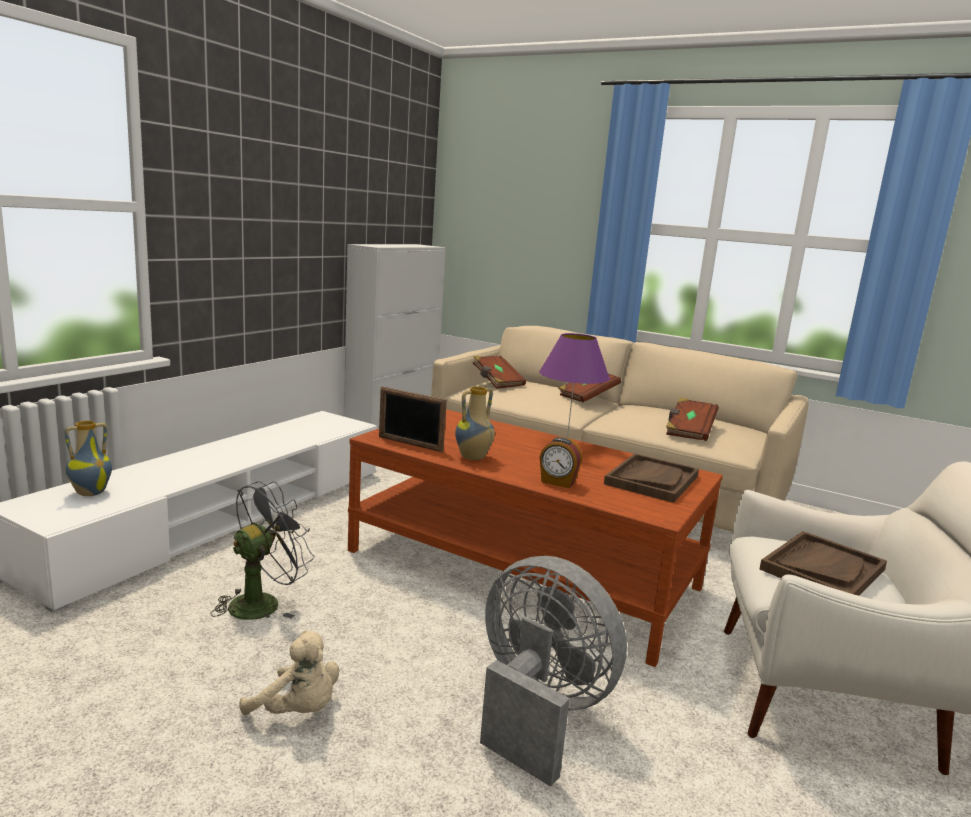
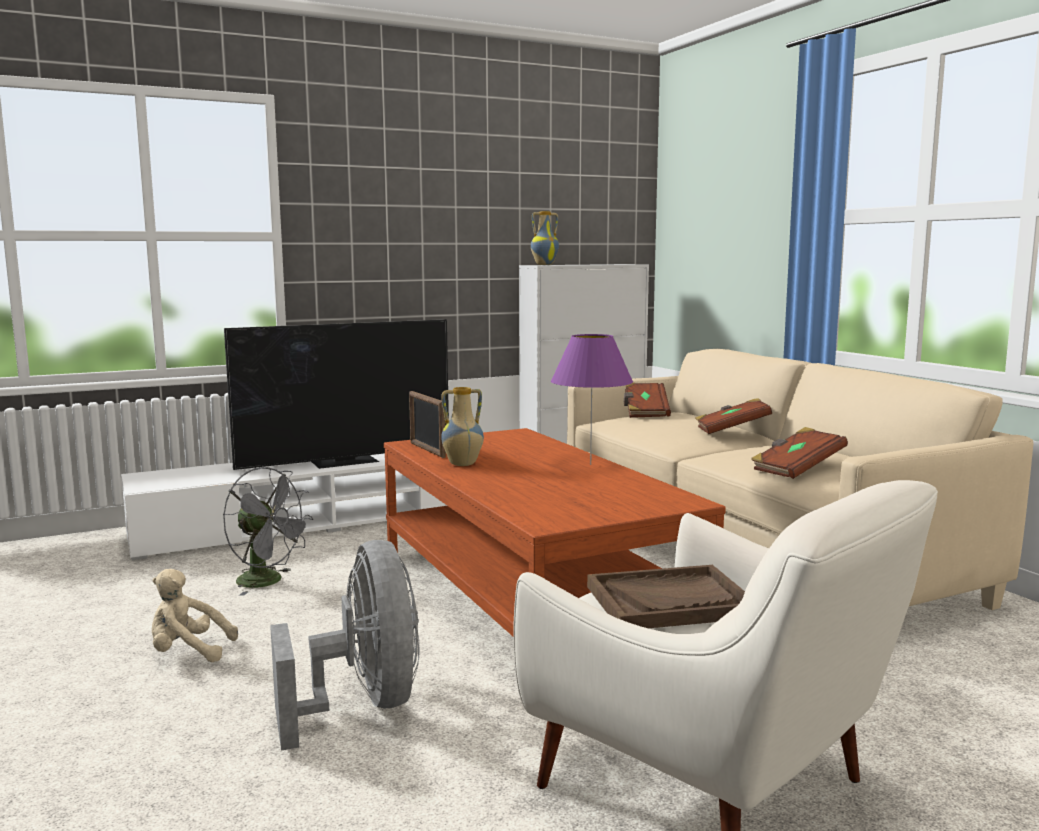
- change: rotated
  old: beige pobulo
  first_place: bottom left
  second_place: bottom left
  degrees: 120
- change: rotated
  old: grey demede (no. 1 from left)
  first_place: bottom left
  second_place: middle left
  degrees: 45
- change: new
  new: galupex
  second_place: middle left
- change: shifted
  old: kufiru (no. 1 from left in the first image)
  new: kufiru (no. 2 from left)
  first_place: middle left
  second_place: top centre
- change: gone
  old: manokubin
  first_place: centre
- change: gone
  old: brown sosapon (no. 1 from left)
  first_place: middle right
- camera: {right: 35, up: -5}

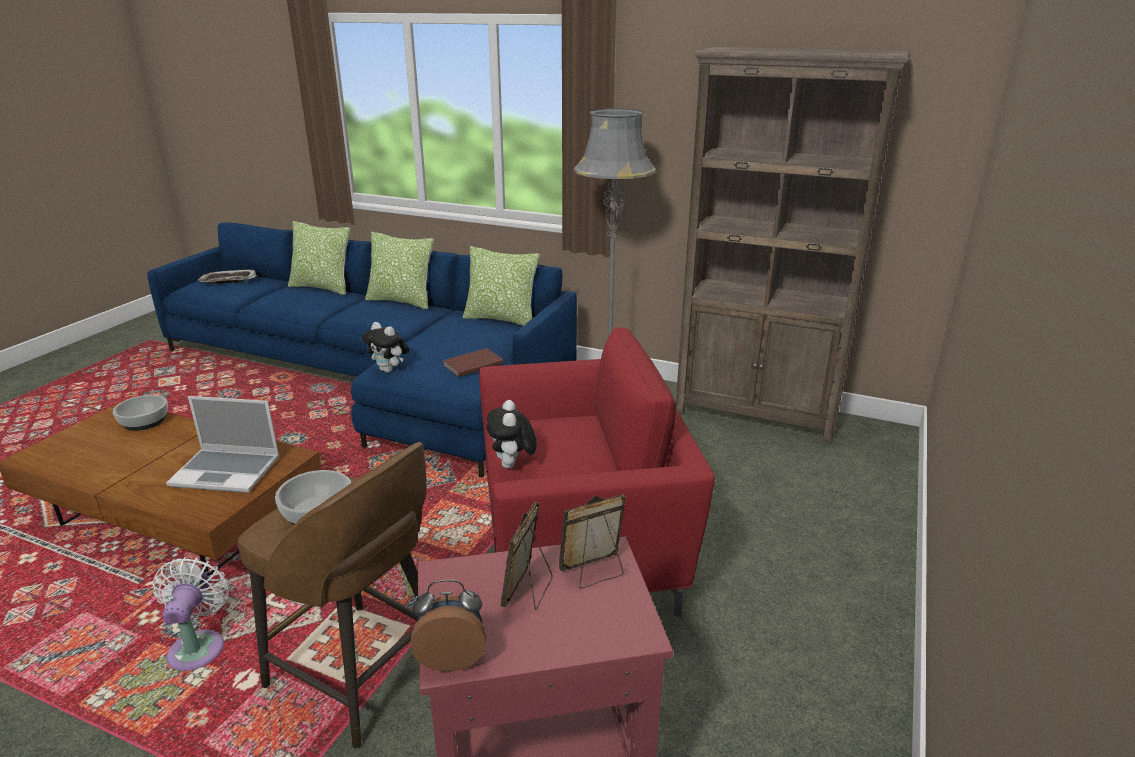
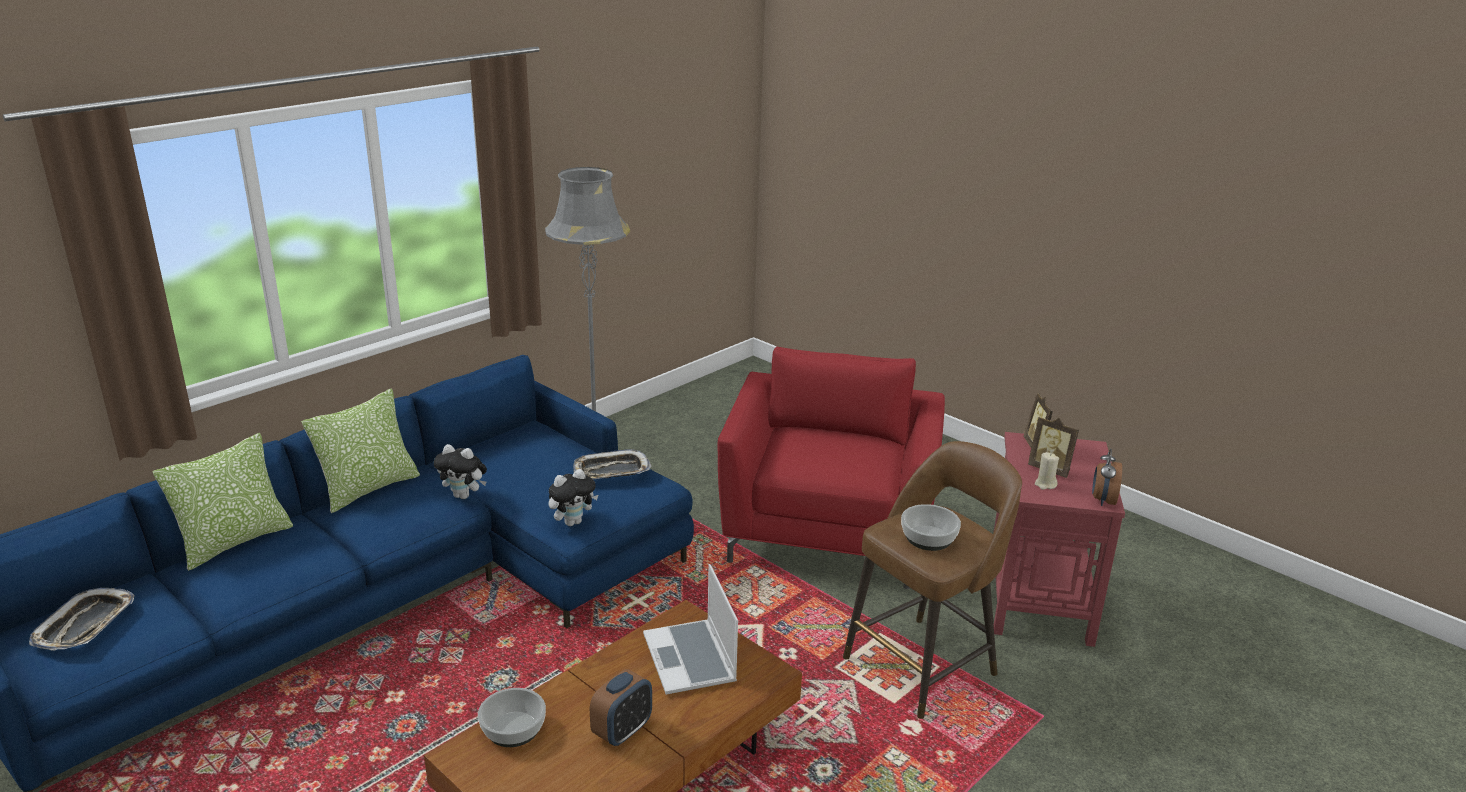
- change: shifted
  old: pobulo (no. 2 from left in the first image)
  new: pobulo (no. 1 from left)
  first_place: centre
  second_place: middle left
- change: swapped
  old: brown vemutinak
  new: sosapon (no. 2 from left)
  first_place: centre
  second_place: centre
- change: new
  new: manokubin (no. 1 from left)
  second_place: bottom centre
- change: rotated
  old: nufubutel
  first_place: middle left
  second_place: bottom centre
  degrees: 135
- change: new
  new: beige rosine
  second_place: middle right
- change: gone
  old: white demede
  first_place: bottom left
- change: gone
  old: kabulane (no. 3 from left)
  first_place: centre
- change: gone
  old: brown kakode
  first_place: top right
- camera: {right: -70, up: 0}

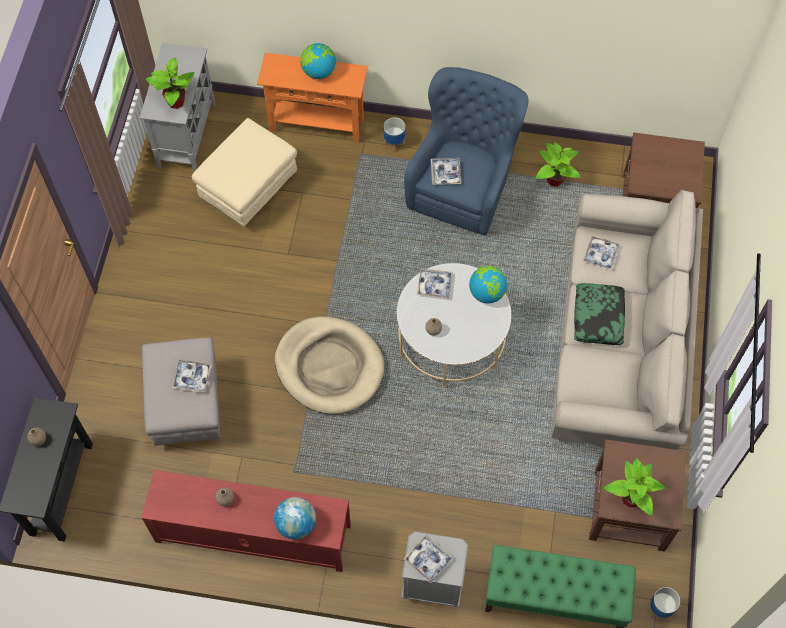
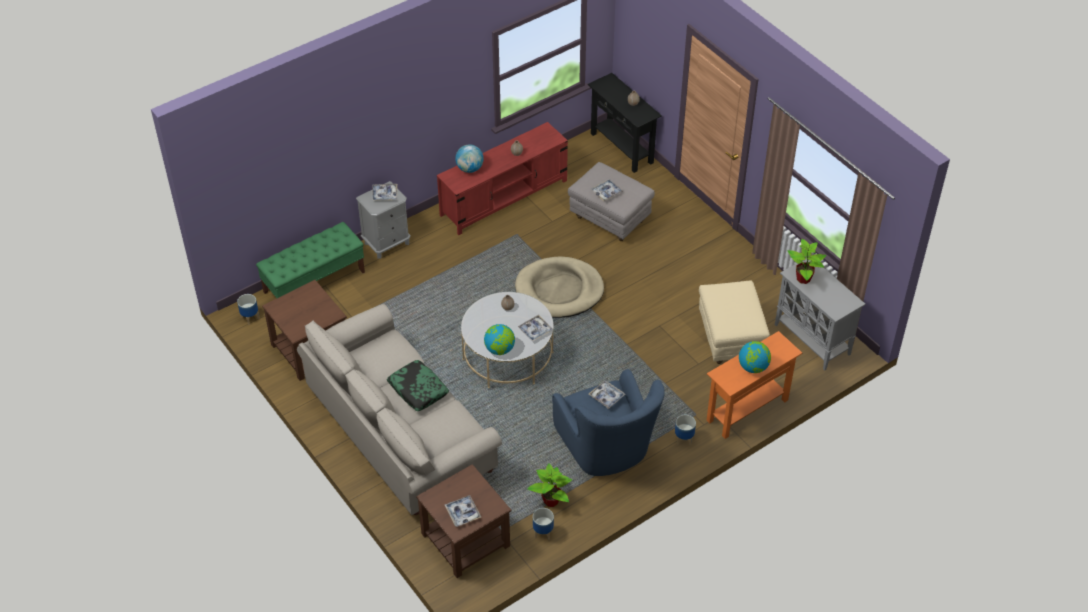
- change: shifted
  old: sosapon (no. 5 from left in the first image)
  new: sosapon (no. 2 from left)
  first_place: middle right
  second_place: bottom centre
- change: new
  new: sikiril (no. 2 from left)
  second_place: bottom centre
- change: gone
  old: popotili (no. 3 from left)
  first_place: bottom right
- camera: {right: 135, up: -15}

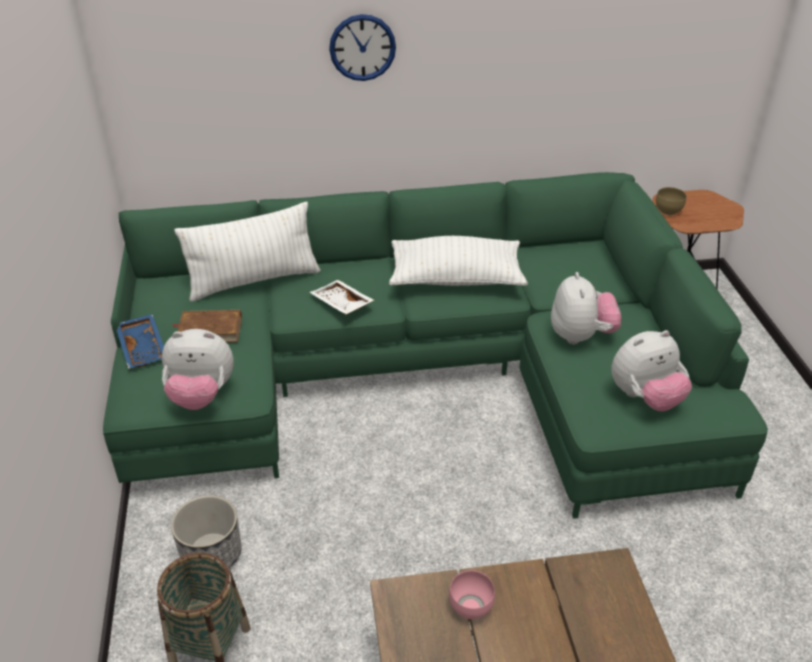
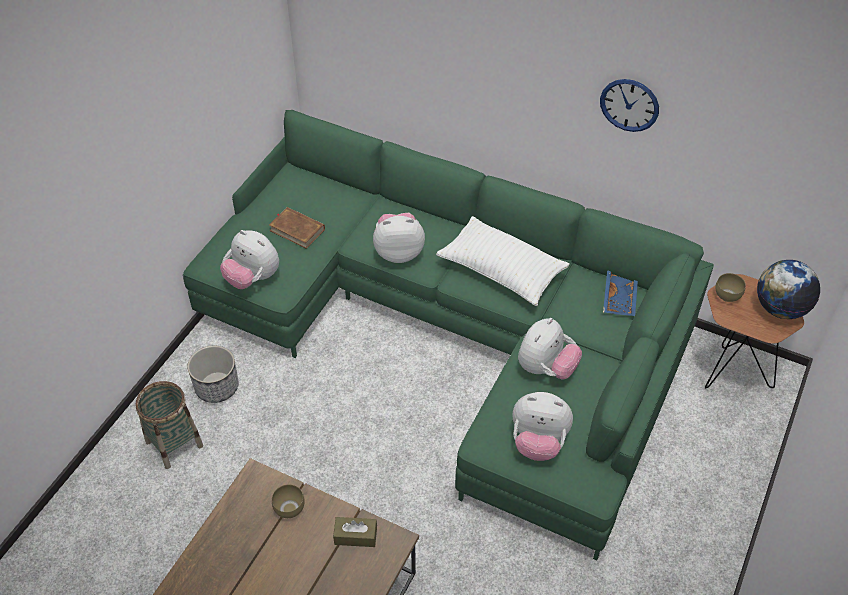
- change: repainted
  old: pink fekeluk
  new: brown fekeluk (no. 1 from left)
  first_place: bottom centre
  second_place: bottom centre
- change: new
  new: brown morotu
  second_place: bottom centre
- change: swapped
  old: white sosapon
  new: pobulo (no. 2 from left)
  first_place: centre
  second_place: centre
- change: shifted
  old: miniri
  first_place: top centre
  second_place: top right
- change: shifted
  old: blue sosapon
  first_place: middle left
  second_place: middle right
- change: new
  new: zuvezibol
  second_place: middle right
- change: gone
  old: white kabulane (no. 1 from left)
  first_place: middle left
- camera: {right: 35, up: 10}

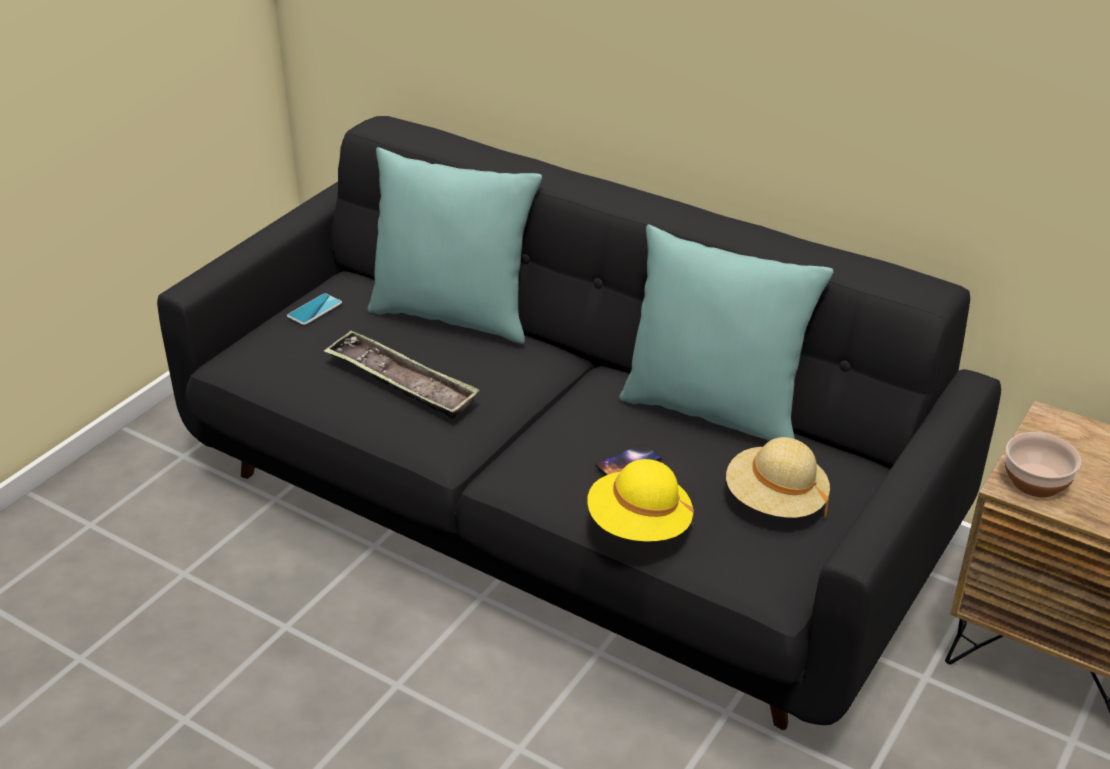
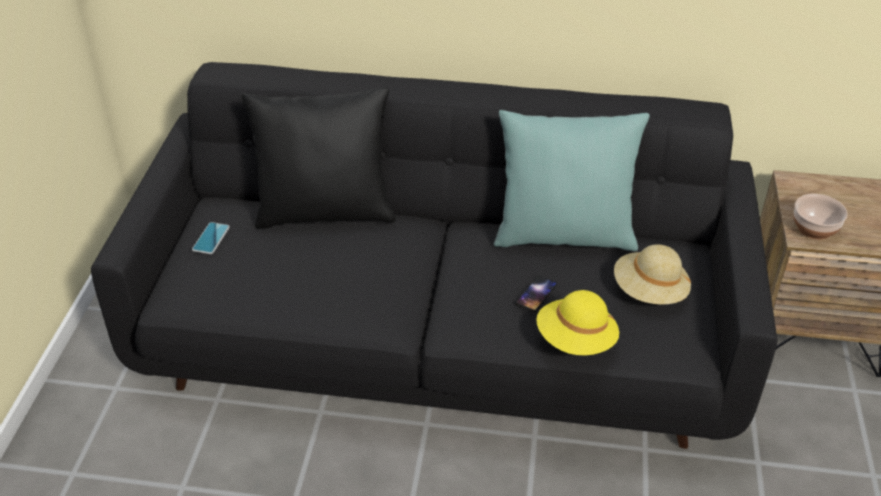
- change: repainted
  old: turquoise kabulane (no. 1 from left)
  new: black kabulane
  first_place: top centre
  second_place: top centre
- change: gone
  old: sosapon
  first_place: centre
- camera: {right: -25, up: 5}

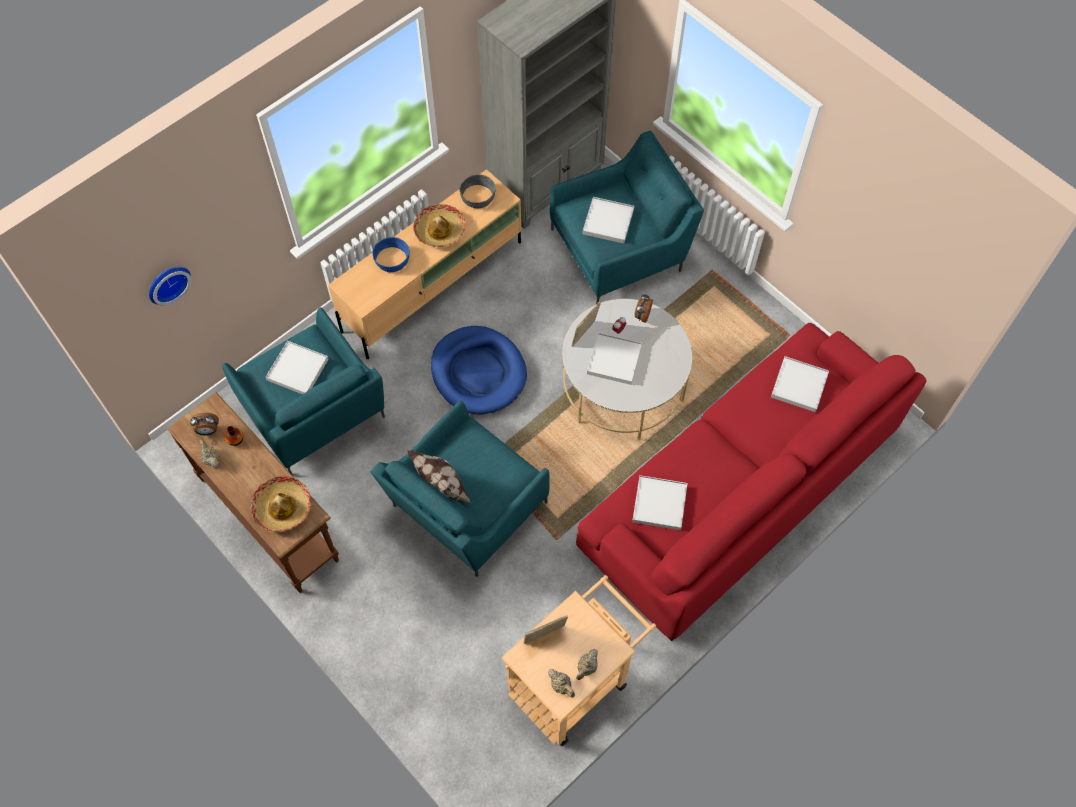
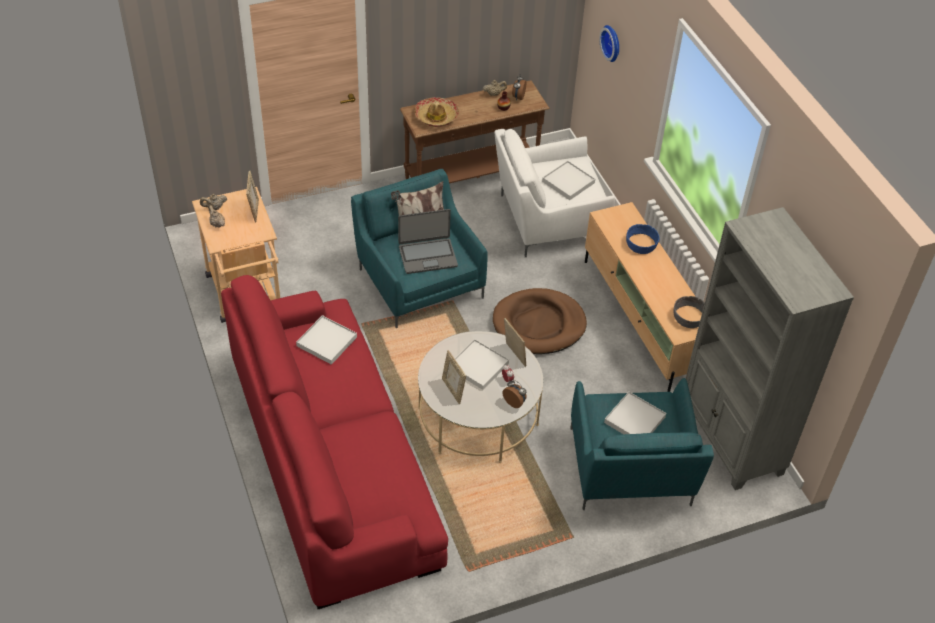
- change: new
  new: nufubutel
  second_place: centre
- change: new
  new: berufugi (no. 2 from left)
  second_place: centre
- change: repainted
  old: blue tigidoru
  new: brown tigidoru
  first_place: centre
  second_place: centre
- change: repainted
  old: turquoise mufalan (no. 1 from left)
  new: white mufalan
  first_place: middle left
  second_place: top centre
- change: gone
  old: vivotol (no. 2 from left)
  first_place: top centre
- change: gone
  old: white sosapon (no. 5 from left)
  first_place: middle right
- camera: {right: 110, up: -15}

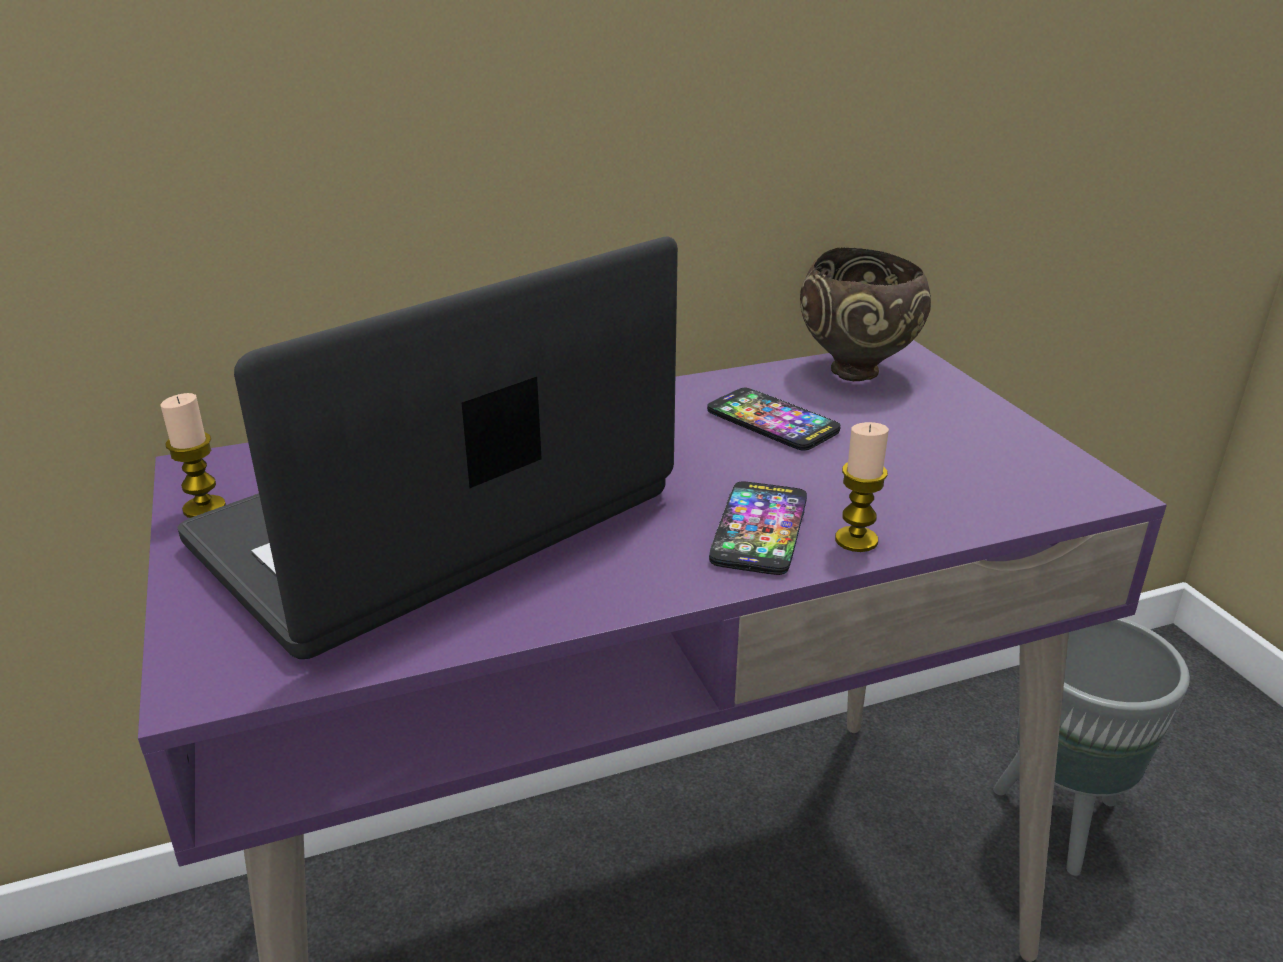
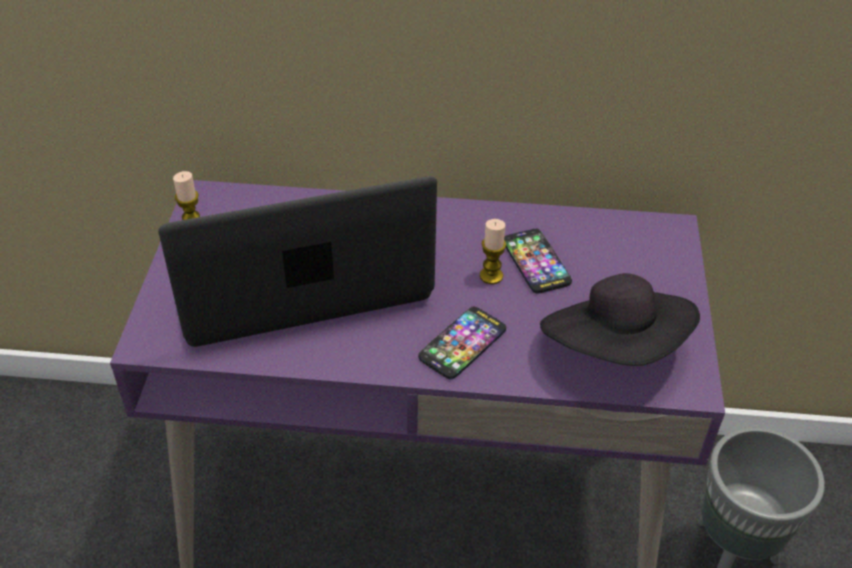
- change: shifted
  old: rosine (no. 2 from left)
  first_place: middle right
  second_place: centre
- change: new
  new: black vivotol
  second_place: middle right
- change: gone
  old: brown fekeluk
  first_place: top right
- camera: {right: 25, up: 15}

